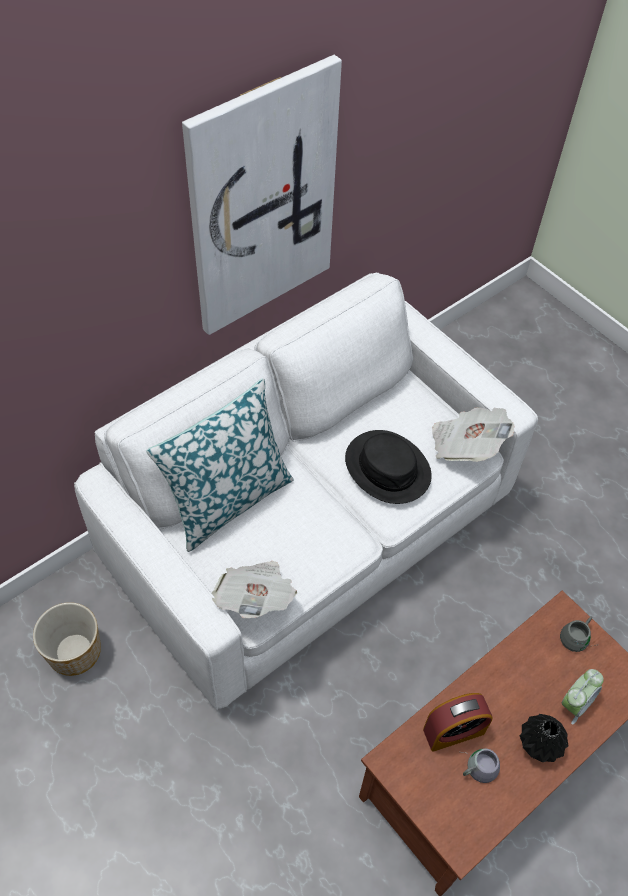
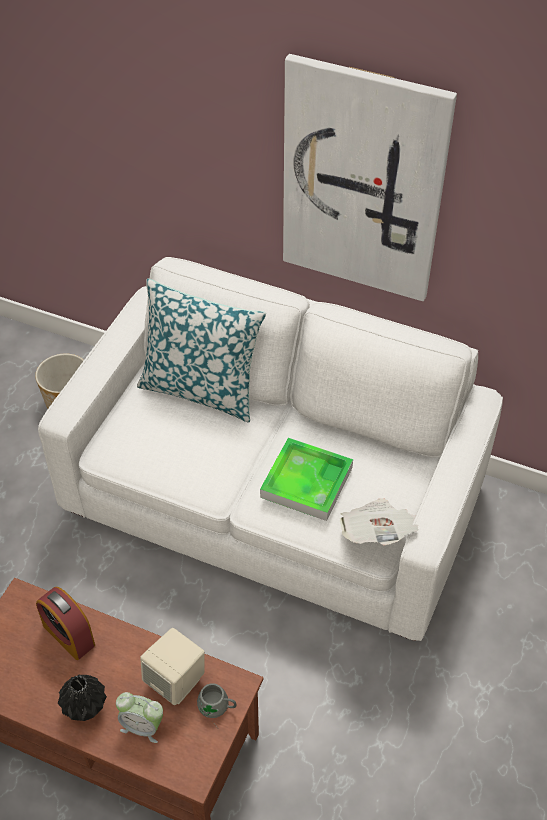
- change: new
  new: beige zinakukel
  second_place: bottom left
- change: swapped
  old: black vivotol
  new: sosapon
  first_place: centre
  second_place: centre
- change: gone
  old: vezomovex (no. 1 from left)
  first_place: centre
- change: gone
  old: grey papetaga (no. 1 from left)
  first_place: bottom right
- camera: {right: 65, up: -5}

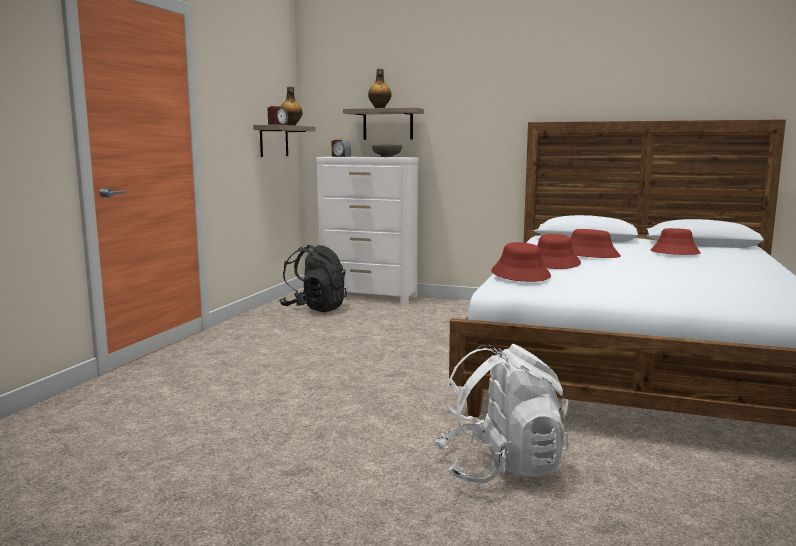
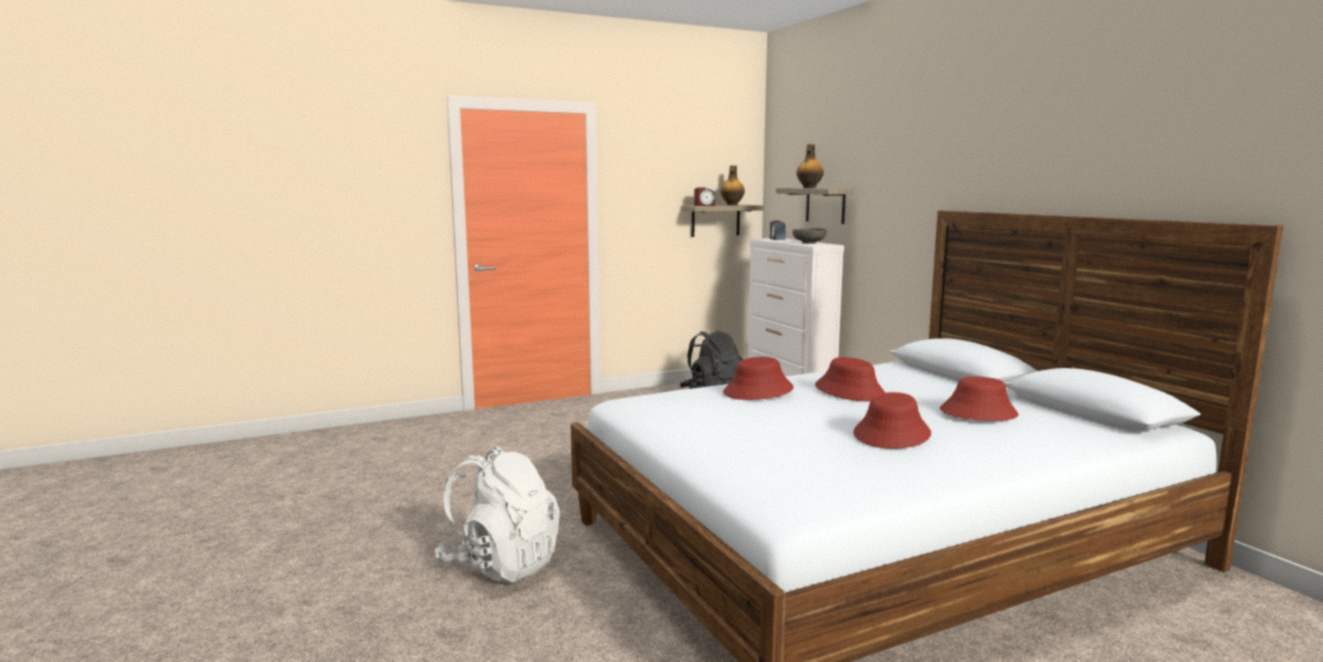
- change: shifted
  old: red vivotol (no. 1 from left in the first image)
  new: red vivotol (no. 3 from left)
  first_place: centre
  second_place: middle right
- camera: {right: 45, up: 0}

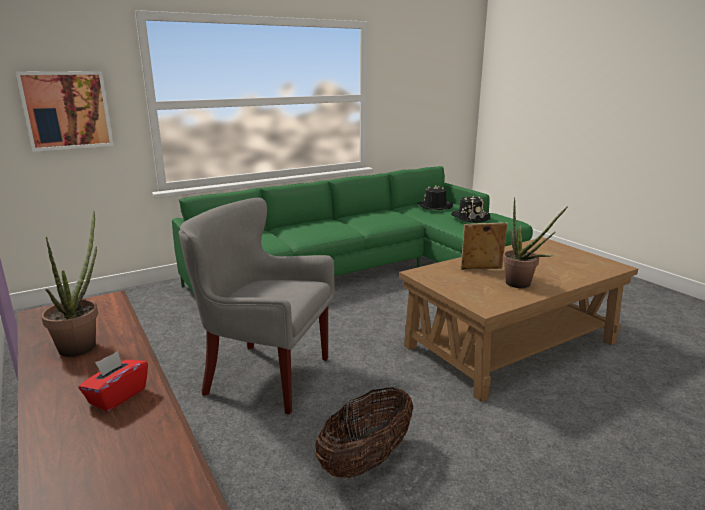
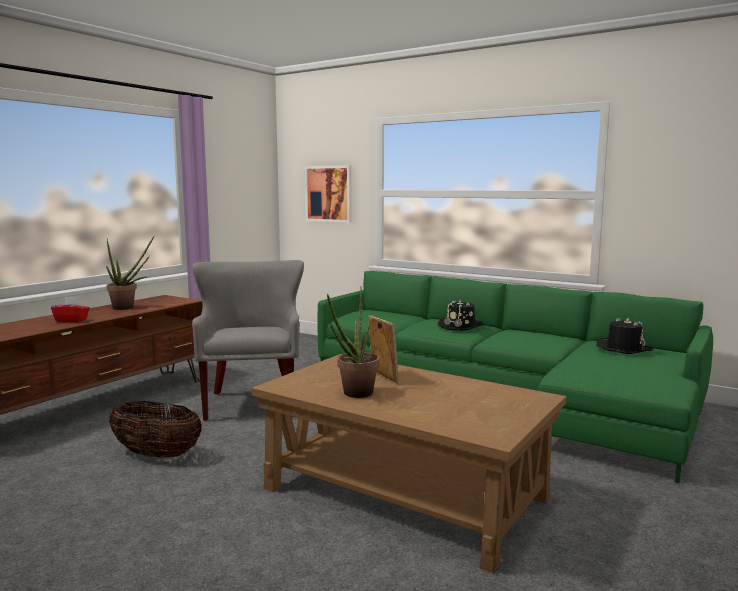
- change: shifted
  old: black vivotol (no. 2 from left in the first image)
  new: black vivotol (no. 1 from left)
  first_place: middle right
  second_place: centre
- camera: {right: 65, up: -10}

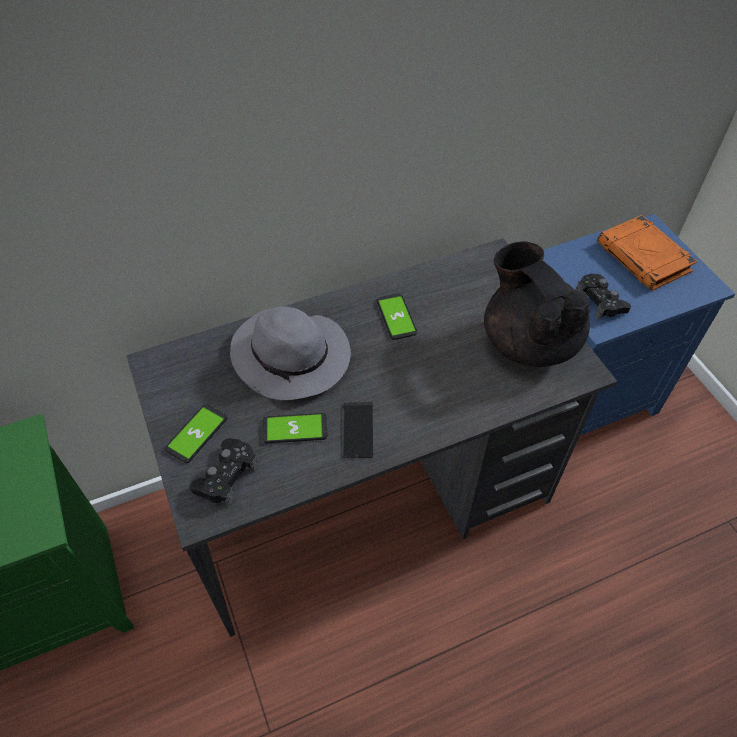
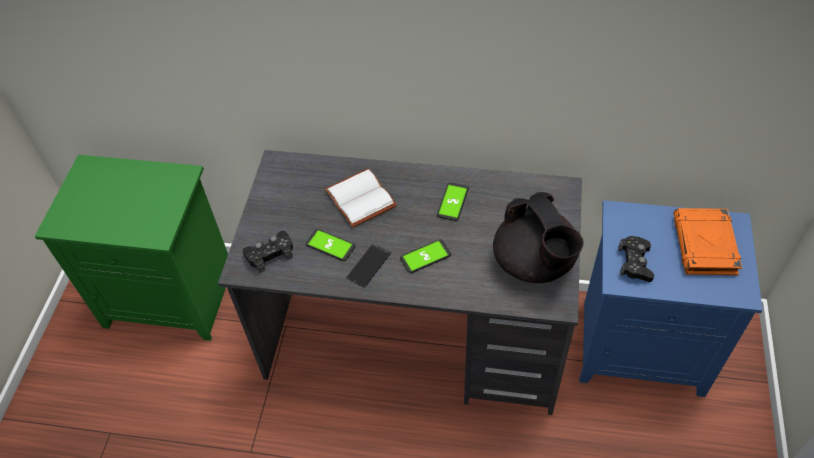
- change: swapped
  old: grey vivotol
  new: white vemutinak
  first_place: centre
  second_place: centre
- change: shifted
  old: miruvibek (no. 1 from left in the first image)
  new: miruvibek (no. 3 from left)
  first_place: middle left
  second_place: centre
- change: rotated
  old: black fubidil
  first_place: middle right
  second_place: centre
  degrees: 150
- camera: {right: 35, up: 0}

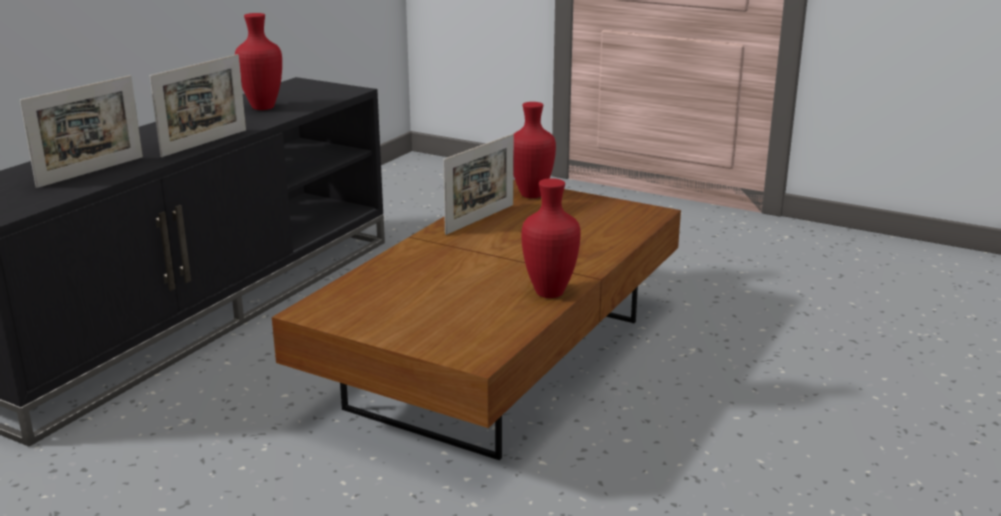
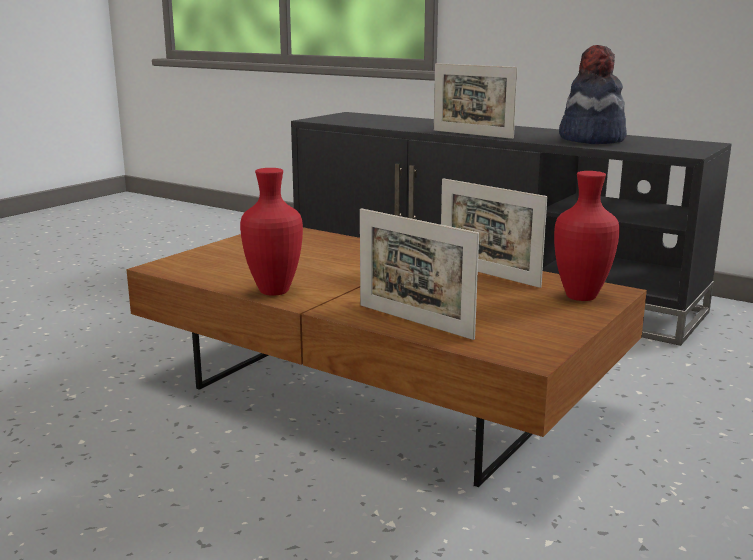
- change: shifted
  old: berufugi (no. 1 from left)
  first_place: top left
  second_place: centre
- change: swapped
  old: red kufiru (no. 1 from left)
  new: vivotol
  first_place: top left
  second_place: top right
- camera: {right: 95, up: -5}

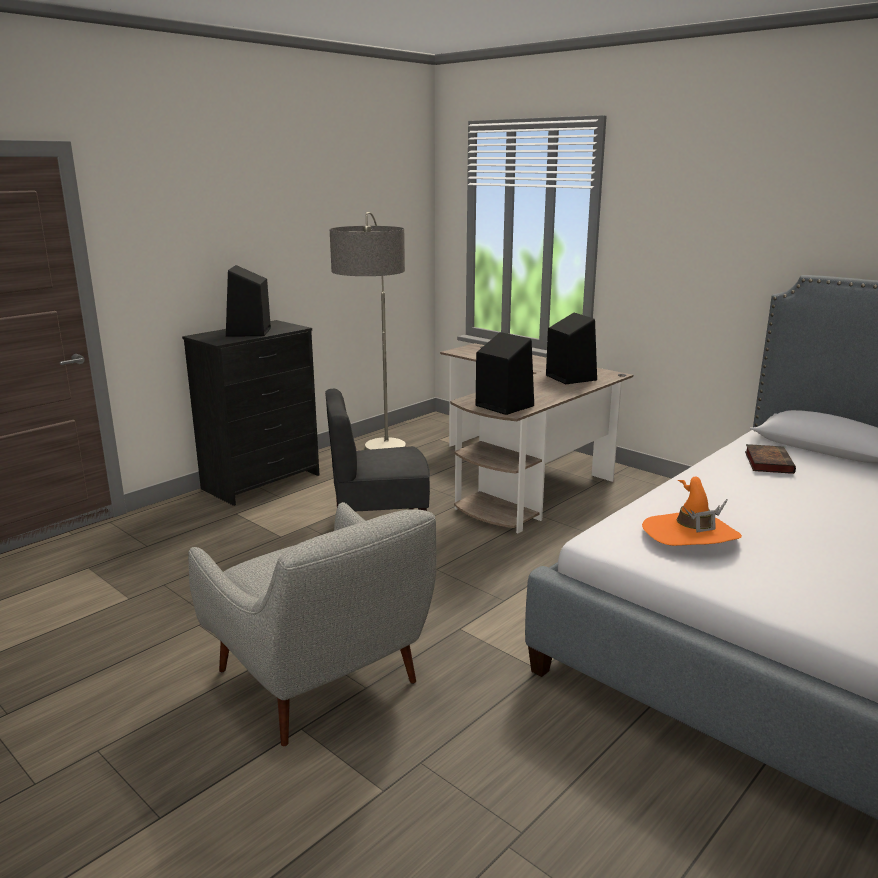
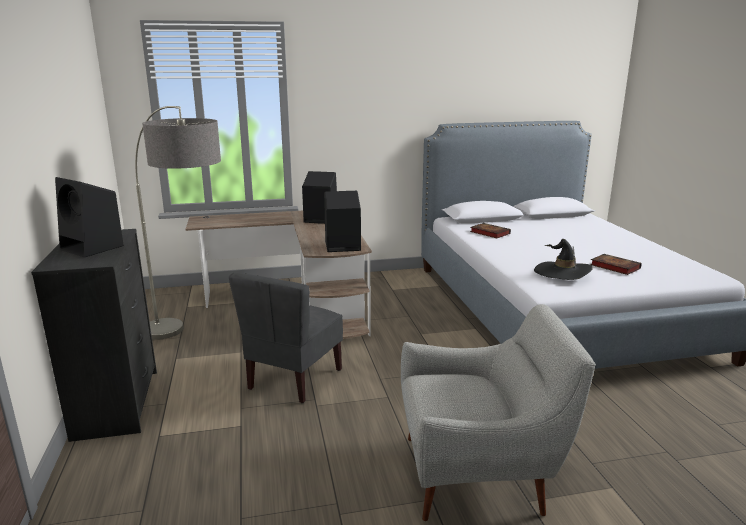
- change: repainted
  old: orange vivotol
  new: black vivotol
  first_place: middle right
  second_place: middle right
- change: new
  new: vemutinak (no. 2 from left)
  second_place: middle right
- camera: {right: -55, up: 0}

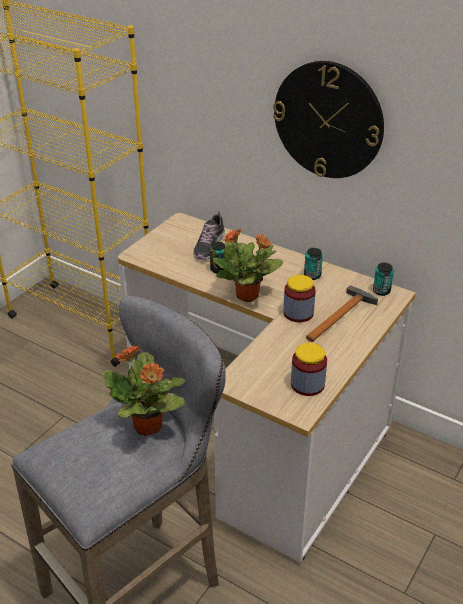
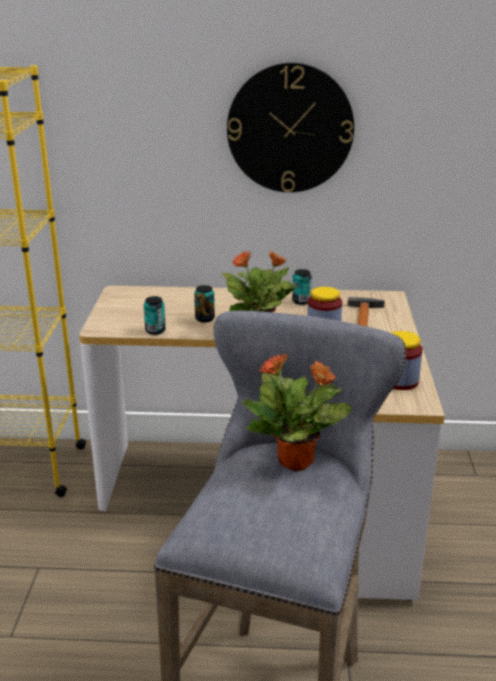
- change: shifted
  old: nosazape (no. 3 from left in the first image)
  new: nosazape (no. 1 from left)
  first_place: middle right
  second_place: middle left
- change: gone
  old: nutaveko
  first_place: centre
- camera: {right: -30, up: -10}

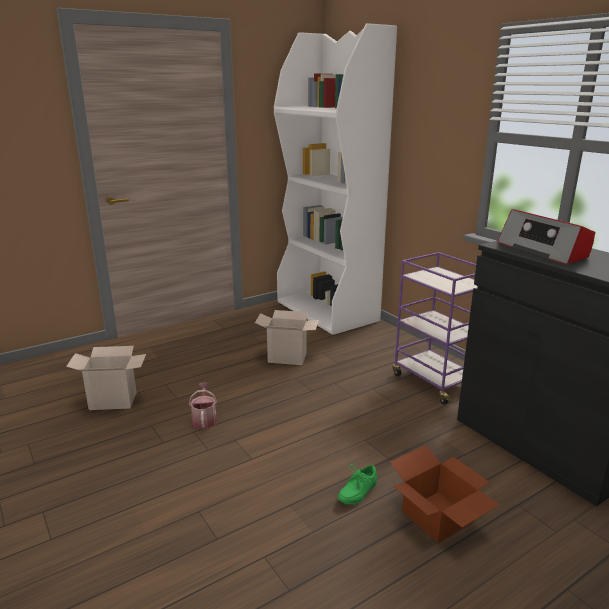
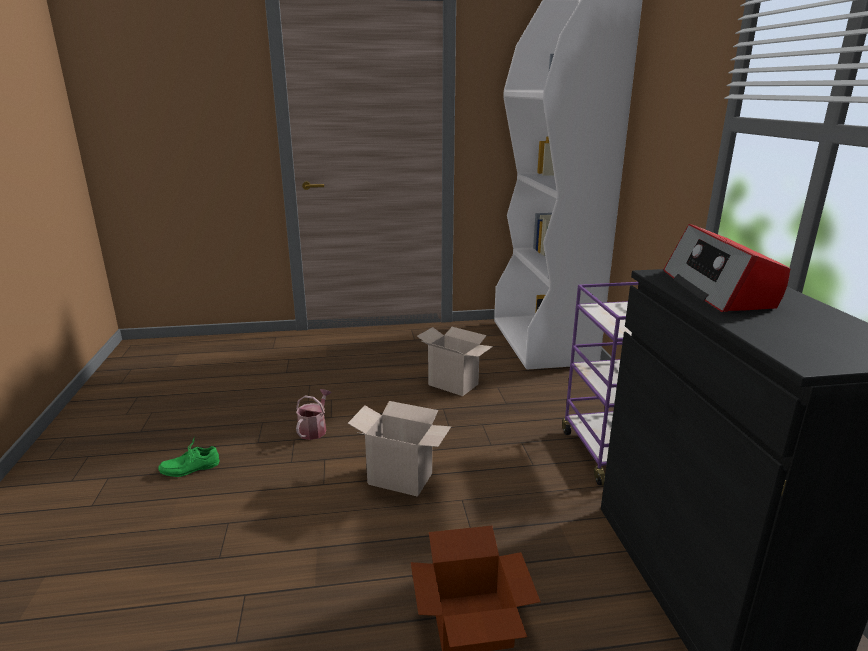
- change: shifted
  old: green nutaveko
  first_place: bottom centre
  second_place: bottom left
- change: shifted
  old: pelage (no. 1 from left)
  first_place: middle left
  second_place: bottom centre
- camera: {right: 25, up: 0}

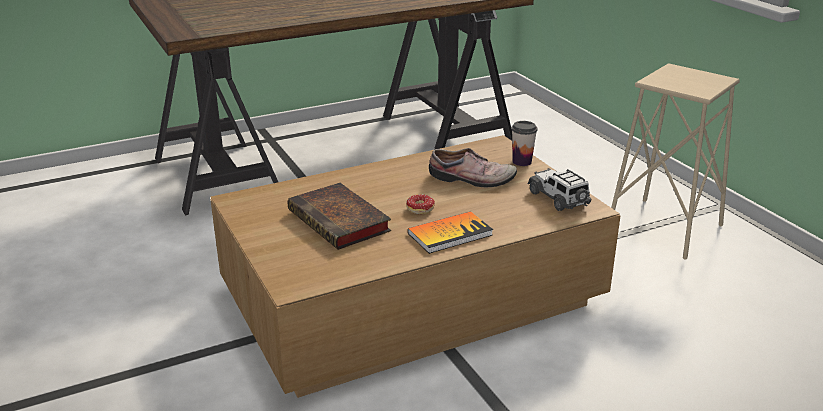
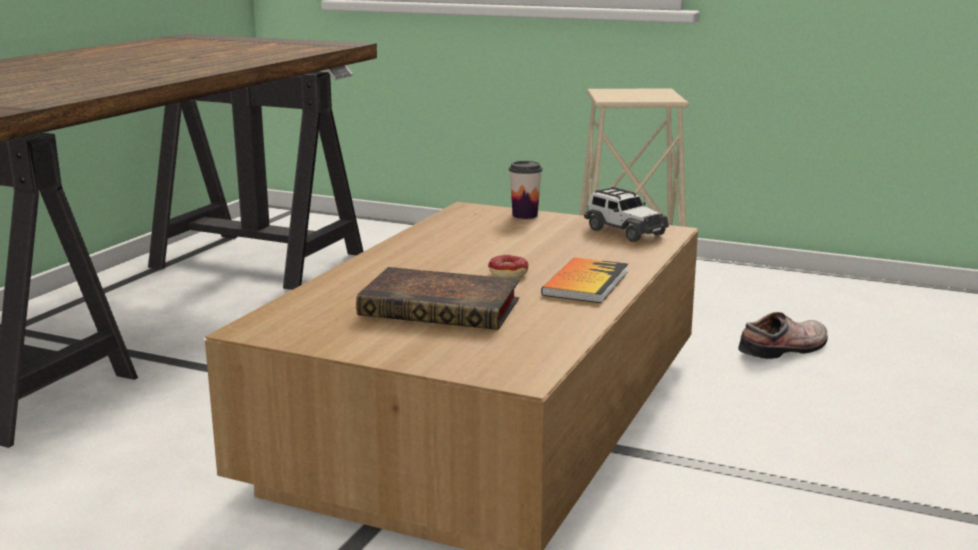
- change: rotated
  old: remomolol
  first_place: middle right
  second_place: centre
  degrees: -150
- change: shifted
  old: nutaveko
  first_place: centre
  second_place: middle right
- camera: {right: -40, up: -10}

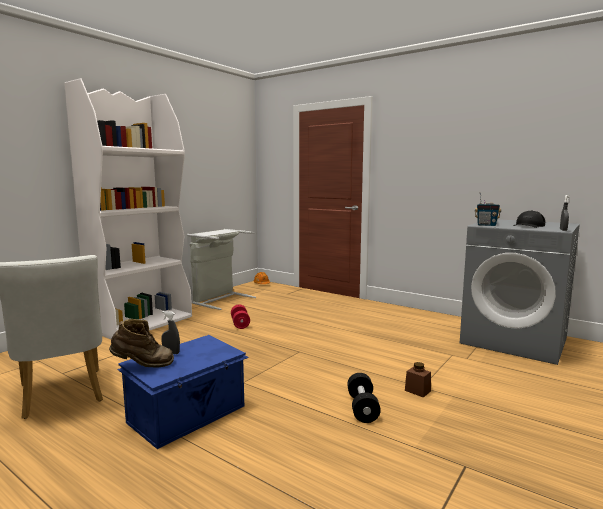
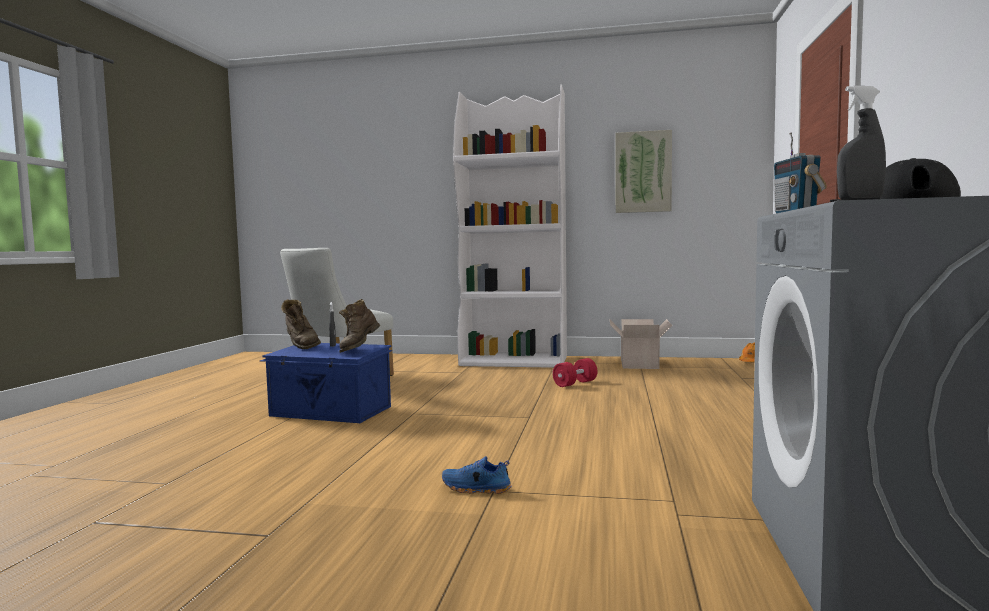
- change: new
  new: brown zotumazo (no. 2 from left)
  second_place: centre
- change: swapped
  old: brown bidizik
  new: blue nutaveko
  first_place: bottom right
  second_place: bottom centre
- change: swapped
  old: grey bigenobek
  new: pelage
  first_place: centre
  second_place: centre
- change: new
  new: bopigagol
  second_place: top centre
- change: gone
  old: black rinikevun
  first_place: bottom centre
- camera: {right: 65, up: -5}

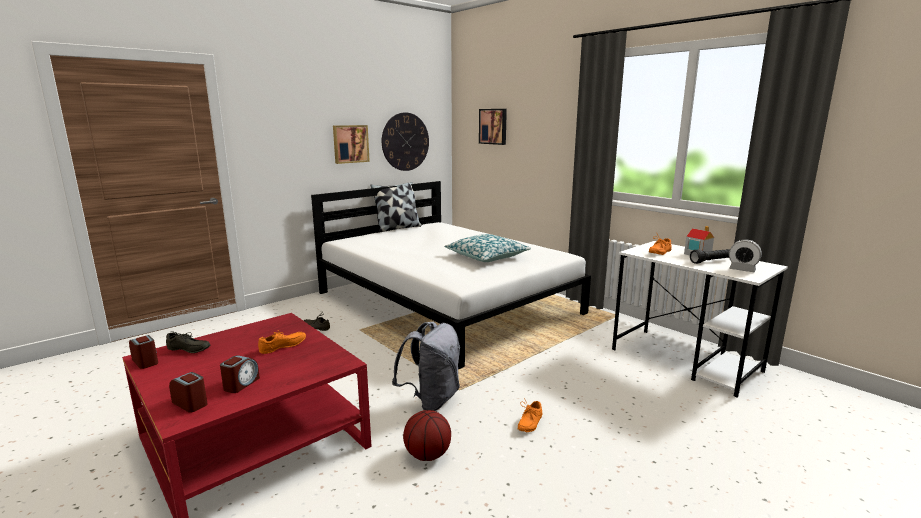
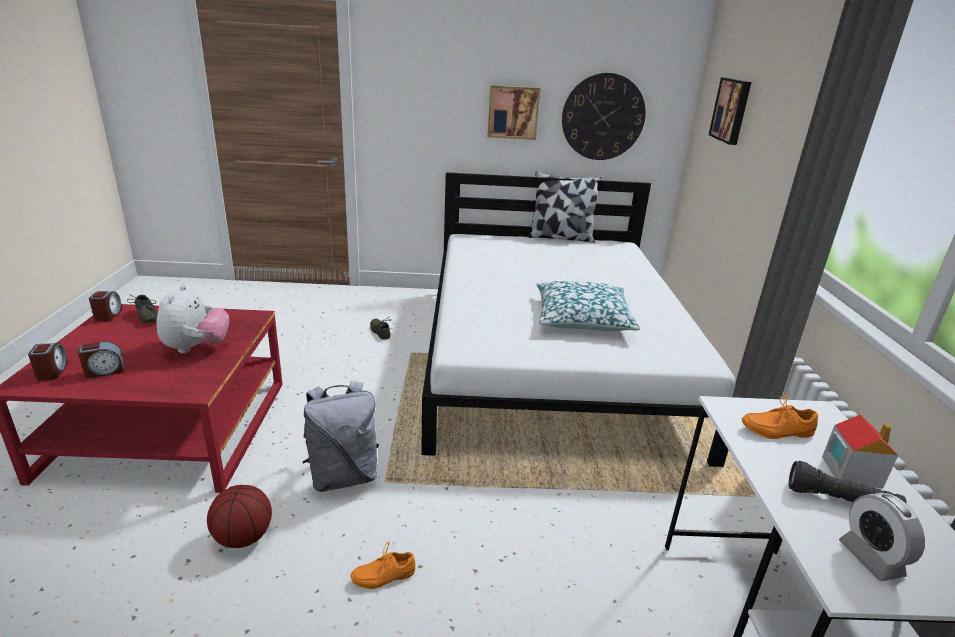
- change: swapped
  old: orange nutaveko (no. 1 from left)
  new: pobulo
  first_place: middle left
  second_place: middle left
- camera: {right: 40, up: 10}

